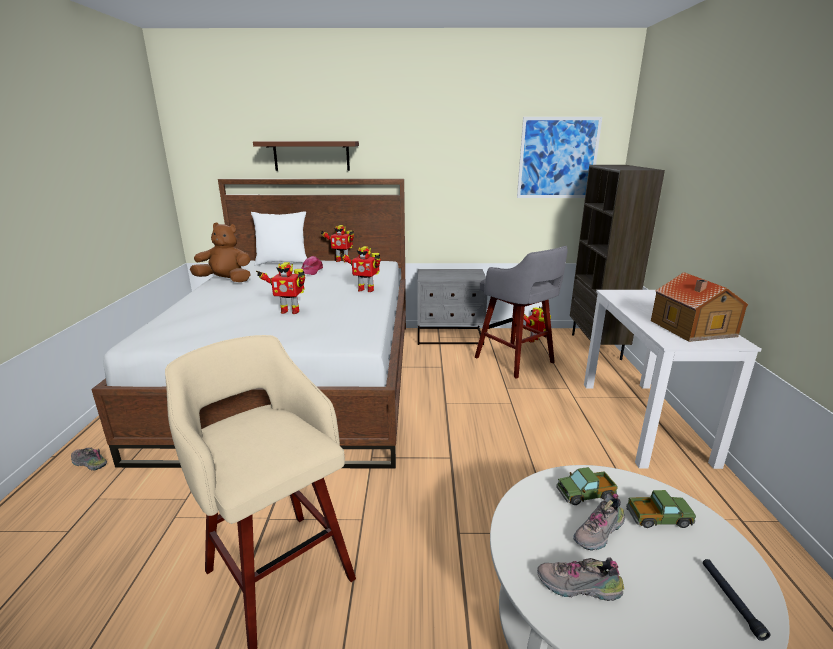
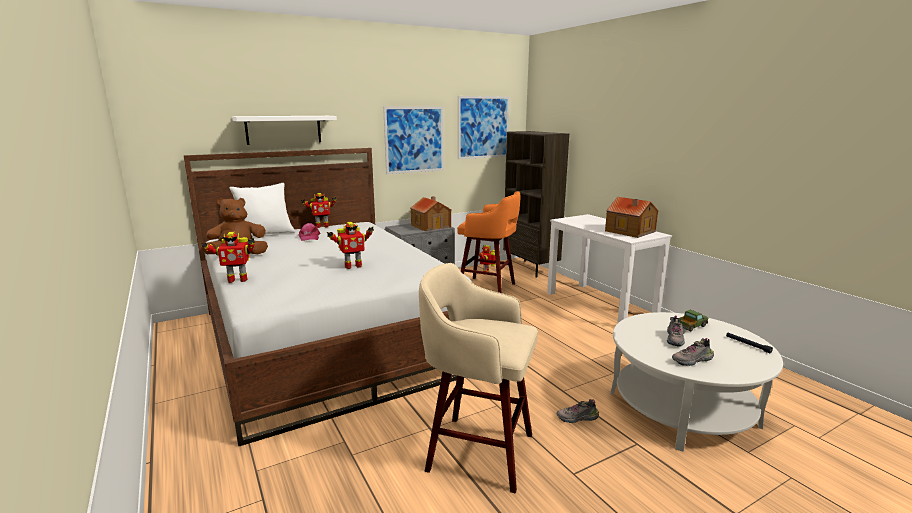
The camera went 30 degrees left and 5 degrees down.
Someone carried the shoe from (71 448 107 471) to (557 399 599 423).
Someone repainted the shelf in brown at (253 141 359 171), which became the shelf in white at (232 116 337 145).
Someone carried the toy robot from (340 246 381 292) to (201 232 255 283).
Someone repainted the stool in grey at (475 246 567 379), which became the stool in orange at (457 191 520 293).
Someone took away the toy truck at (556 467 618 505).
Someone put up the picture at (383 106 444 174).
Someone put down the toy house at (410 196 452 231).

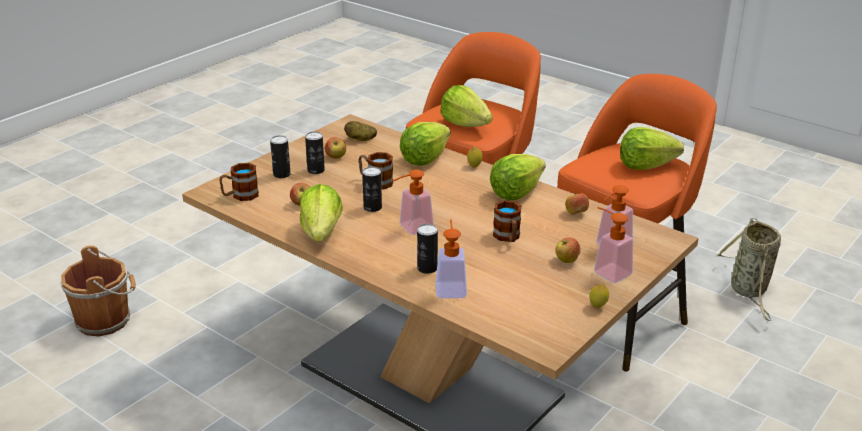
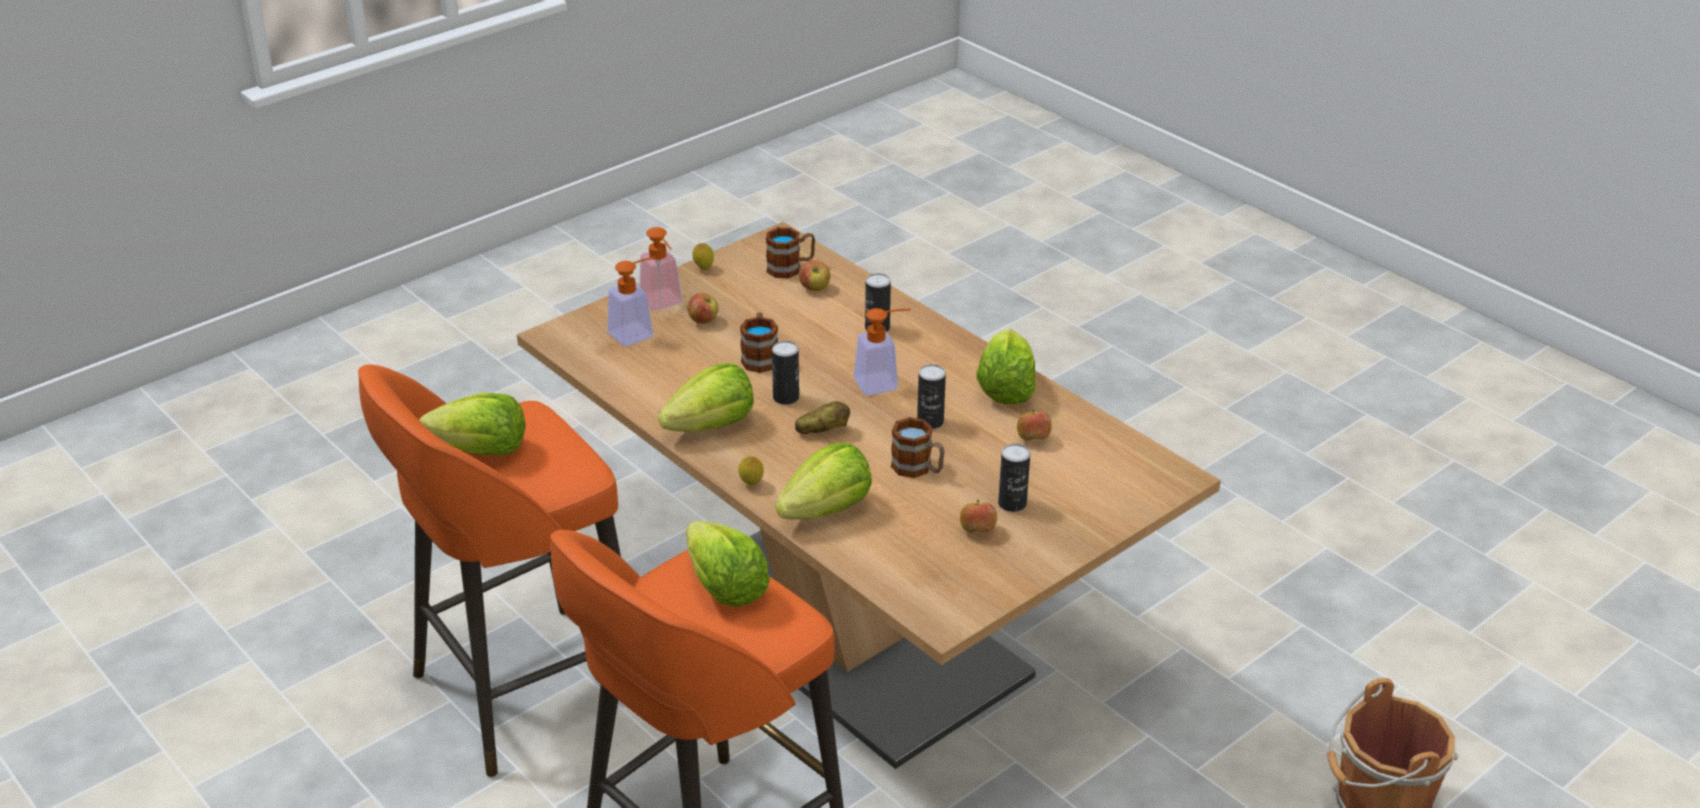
The camera went 170 degrees left and 5 degrees up.
Someone carried the mug from (219 163 259 201) to (766 227 815 278).
Someone carried the can from (270 135 291 178) to (772 341 799 405).
Someone carried the potato from (344 121 377 141) to (795 401 850 434).
Someone took away the soap dispenser at (436 219 467 298).
Someone carried the apple from (565 193 589 215) to (800 260 830 291).
Someone took away the basket at (715 218 781 321).

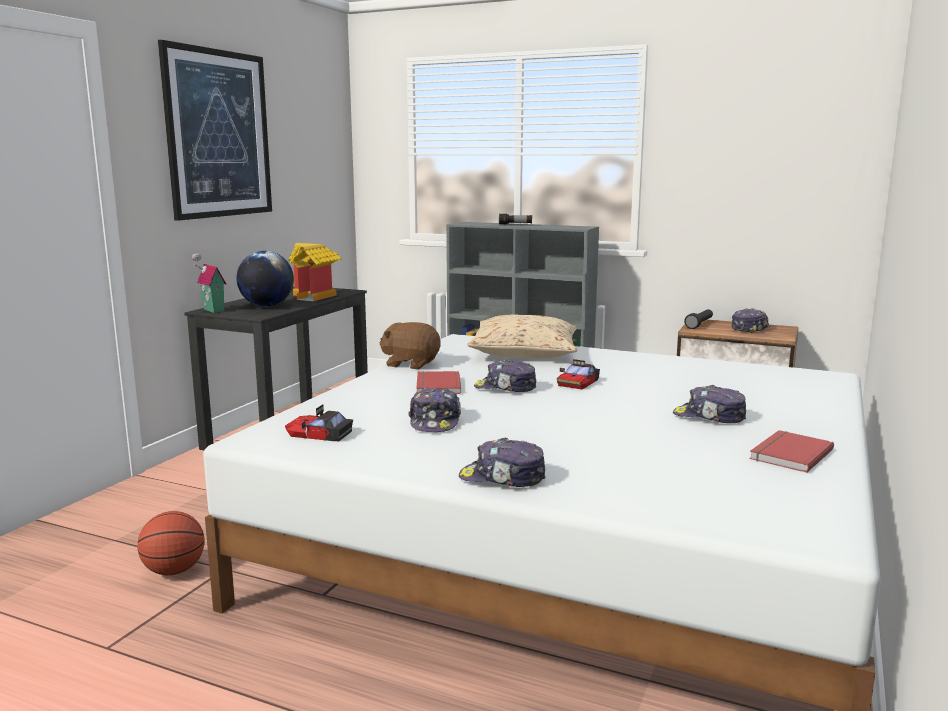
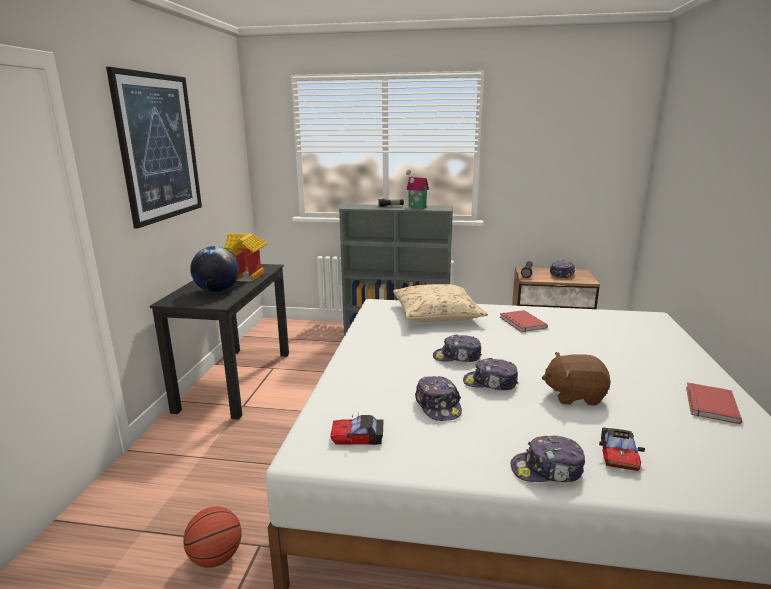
The camera went 15 degrees left and 5 degrees up.
Someone carried the toy house from (192 253 227 313) to (406 170 429 209).
Someone carried the plush toy in brown from (379 322 441 369) to (542 352 611 406).
Someone carried the book in red from (416 371 461 394) to (500 310 548 332).
Someone carried the toy car from (557 359 600 390) to (599 427 645 471).
Someone carried the cap from (673 385 746 423) to (463 358 518 390).

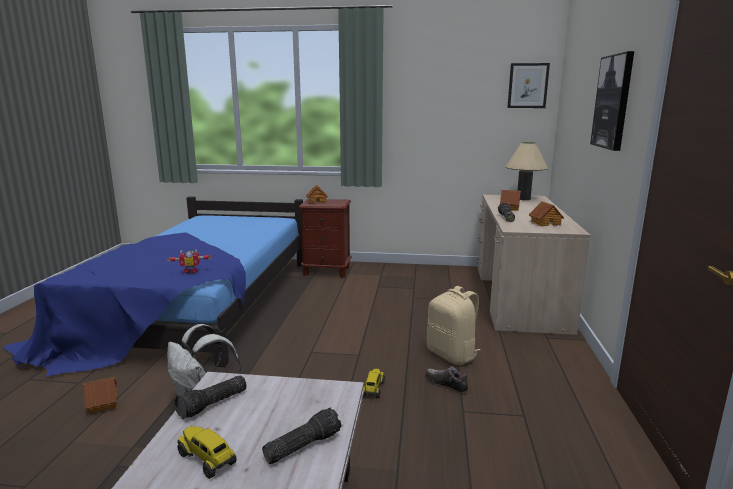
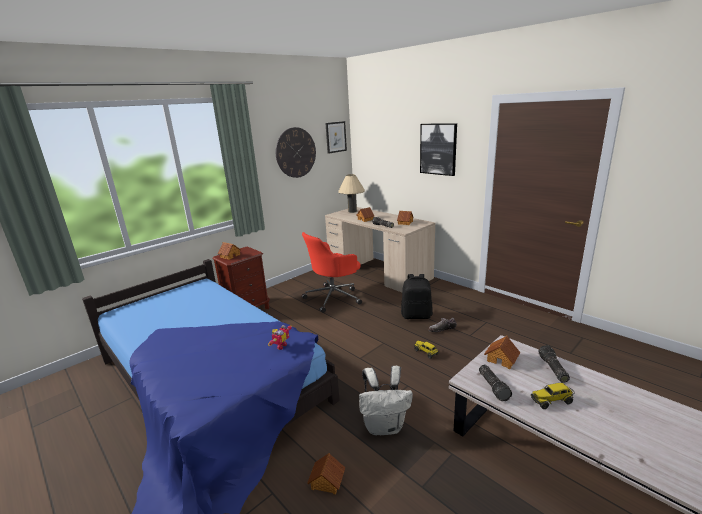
The camera went 50 degrees left and 5 degrees up.
Someone repainted the backpack in beige at (427 286 480 365), which became the backpack in black at (401 274 433 319).
Someone put up the wall clock at (276 127 316 178).
Someone put down the office chair in red at (302 232 362 313).
Someone put down the toy house at (484 336 520 369).

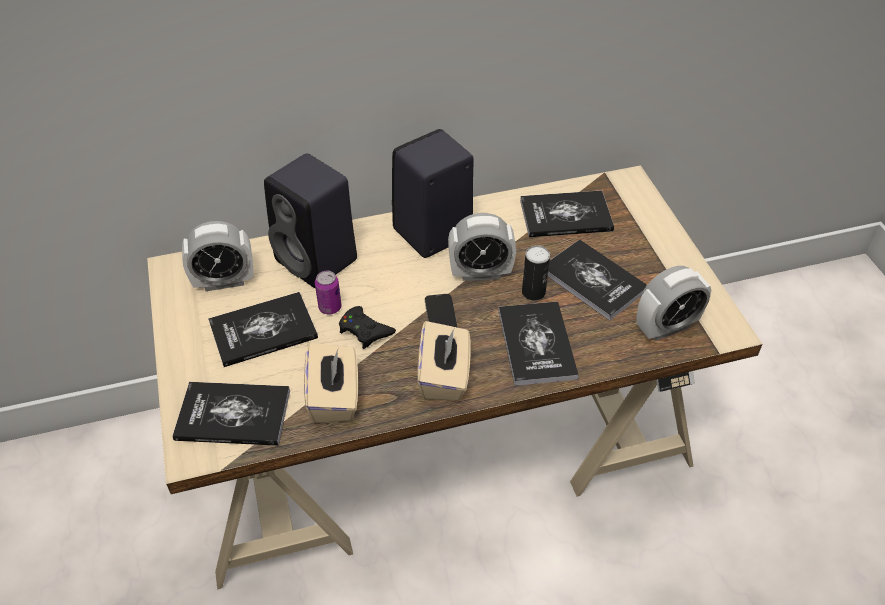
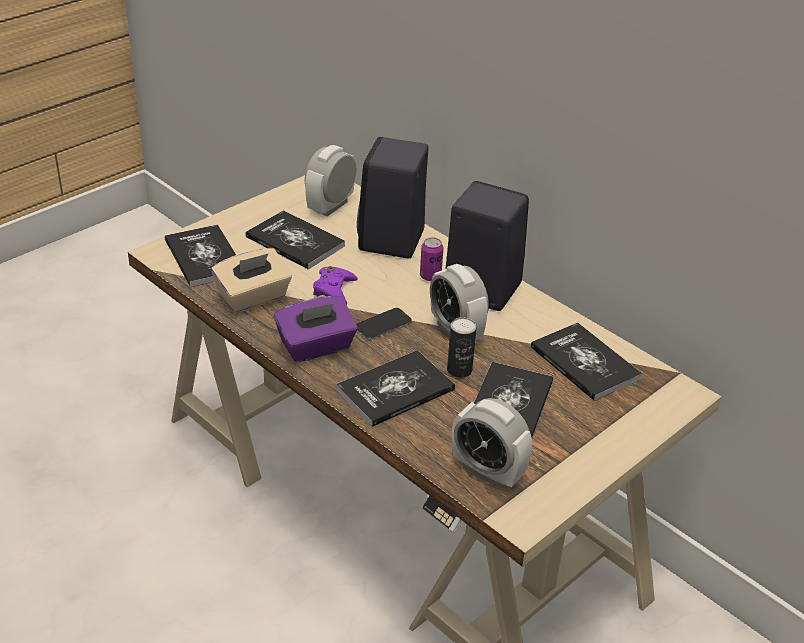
The camera went 60 degrees right and 10 degrees down.
Someone rotated the alarm clock at (182 221 253 291) by 75 degrees clockwise.
Someone carried the can from (315 271 341 315) to (420 237 443 281).
Someone repainted the game controller in black at (339 306 396 349), which became the game controller in purple at (313 266 358 305).
Someone repainted the tissue box in beige at (417 321 471 401), which became the tissue box in purple at (274 296 358 362).

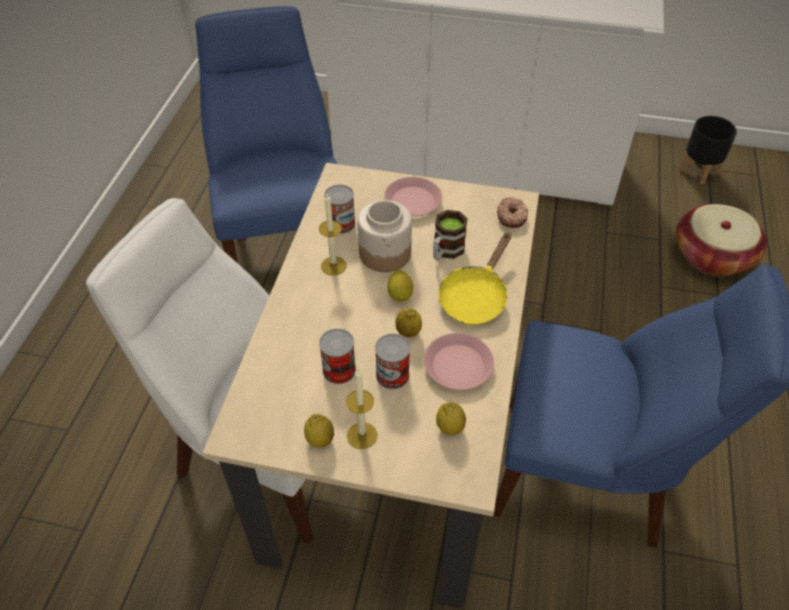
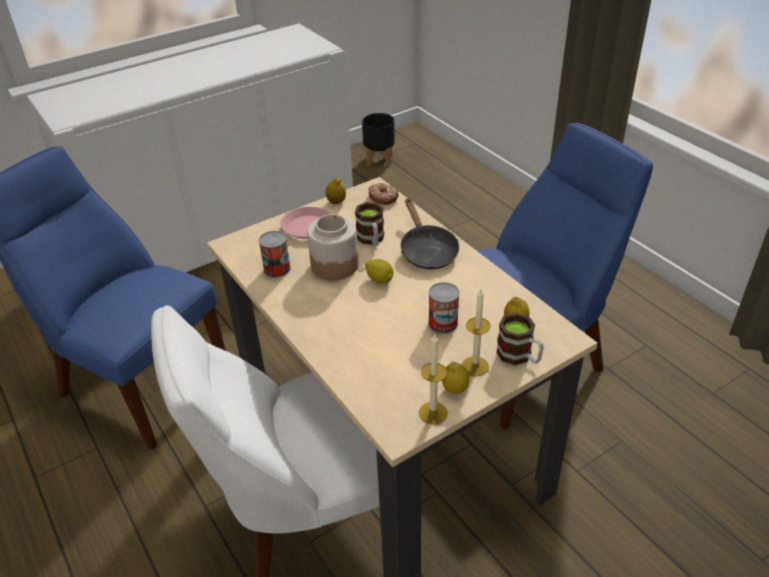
The camera went 45 degrees left and 10 degrees down.
Someone carried the candle from (319 194 347 276) to (419 335 448 425).
Someone took away the can at (319 329 356 384).
Someone carried the lemon from (396 308 422 337) to (326 178 346 204).
Someone took away the plate in pink at (424 333 494 390).
Someone repainted the frying pan in yellow at (438 232 511 325), which became the frying pan in black at (401 198 459 270).
Someone took away the basket at (676 204 767 276).
Someone put down the mug at (496 313 544 365).

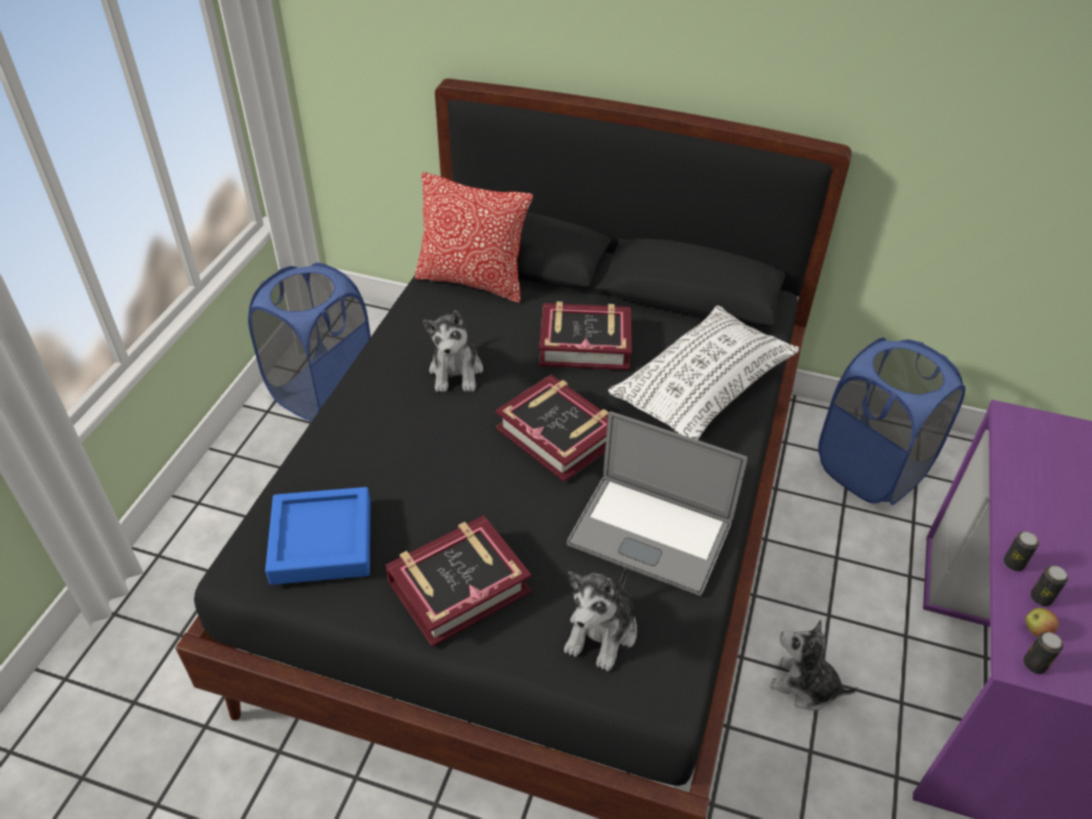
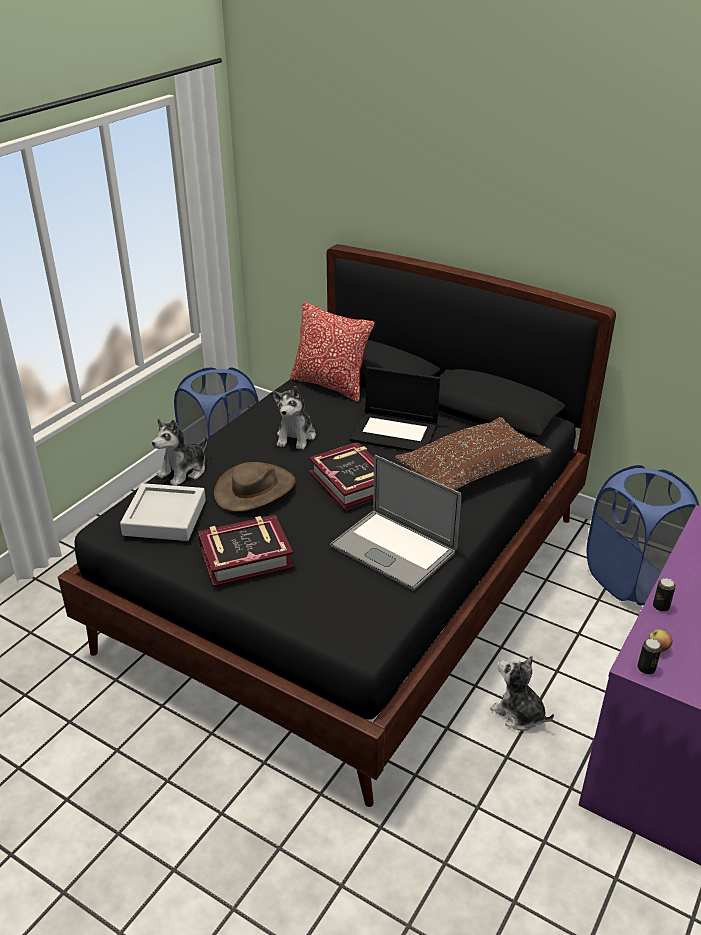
The camera went 15 degrees right and 10 degrees down.
Someone repainted the tray in blue at (265 487 370 585), which became the tray in grey at (120 483 206 541).
Someone swapped the book at (539 302 632 370) for the laptop at (350 366 440 452).
Someone carried the plush toy from (564 565 637 671) to (152 419 207 486).
Someone repainted the pillow in white at (608 306 799 440), which became the pillow in brown at (395 417 552 490).
Someone took away the can at (1030 566 1068 606).
Someone put down the hat in brown at (214 462 296 512).

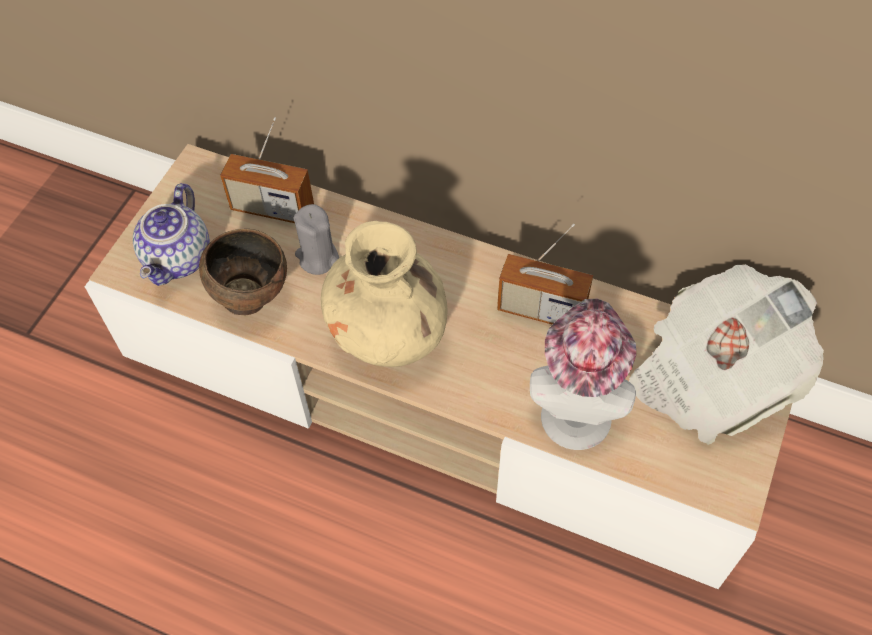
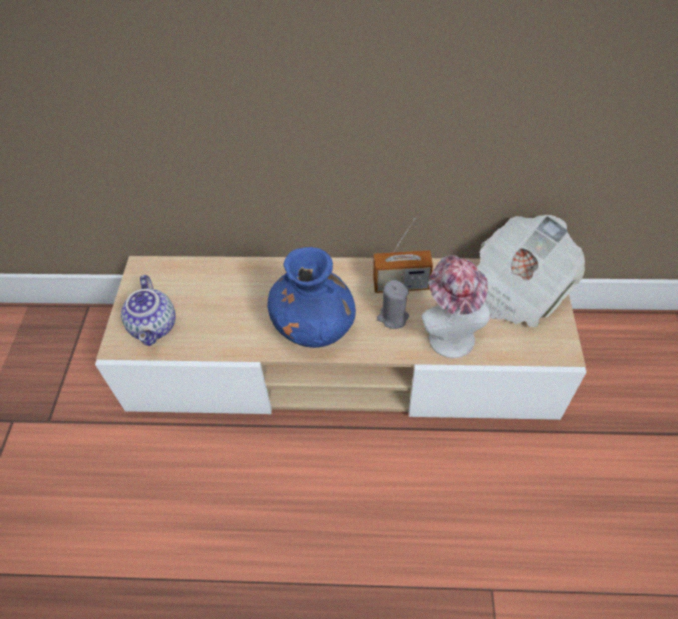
The camera went 20 degrees left and 5 degrees down.
Someone took away the bowl in brown at (199 229 287 316).
Someone took away the radio at (220 117 314 223).
Someone carried the candle in grey from (294 204 339 275) to (377 280 409 329).
Someone repainted the vase in beige at (320 221 447 367), which became the vase in blue at (267 247 356 348).

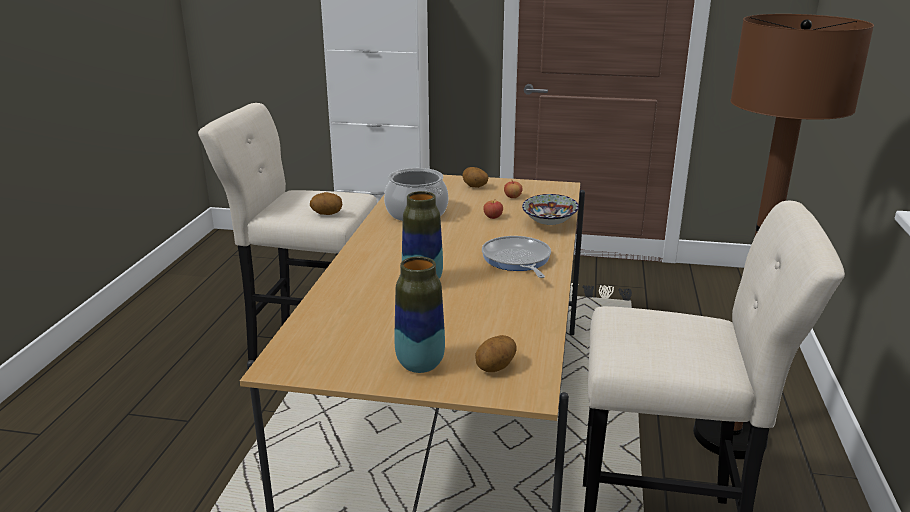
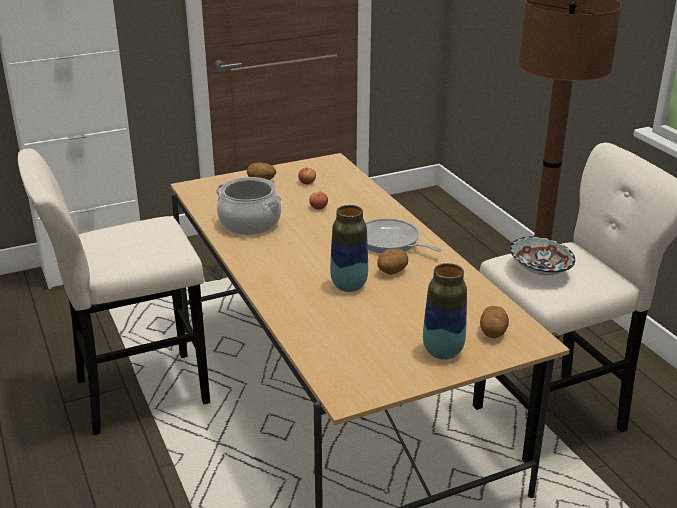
The camera went 35 degrees left and 5 degrees up.
Someone carried the potato from (310 192 342 215) to (377 248 408 275).
Someone carried the bowl from (522 194 579 225) to (510 236 575 275).

